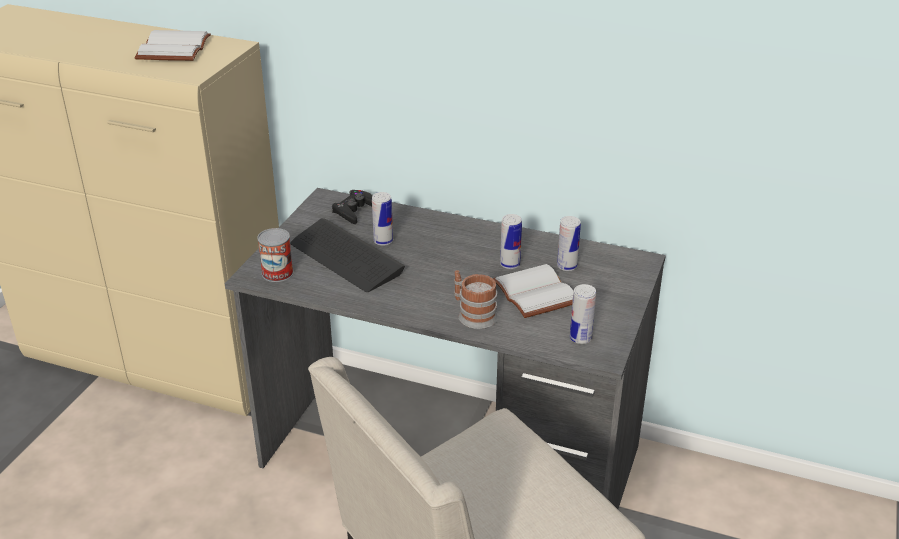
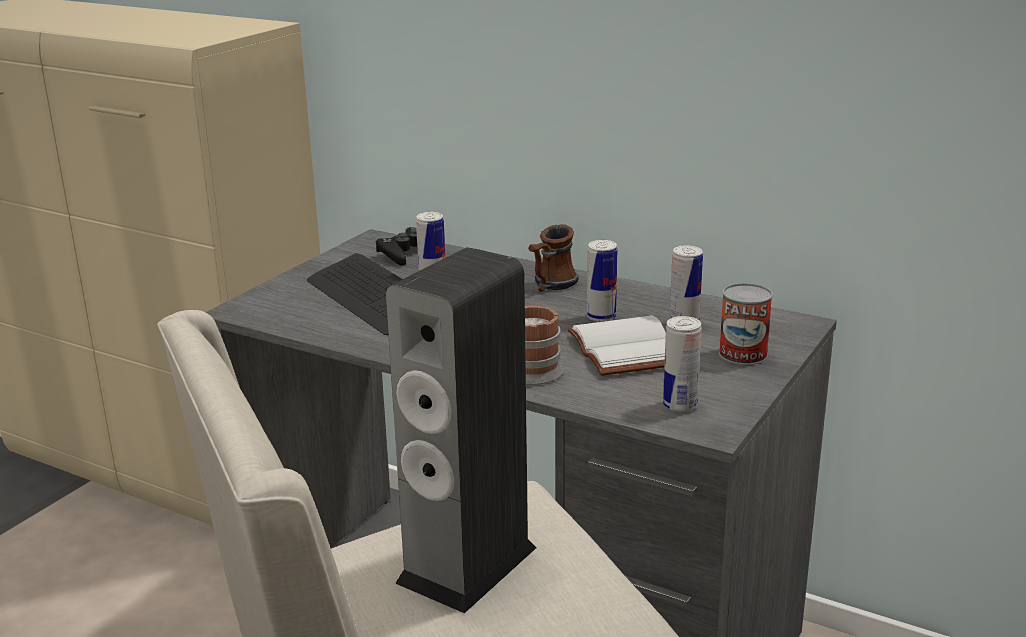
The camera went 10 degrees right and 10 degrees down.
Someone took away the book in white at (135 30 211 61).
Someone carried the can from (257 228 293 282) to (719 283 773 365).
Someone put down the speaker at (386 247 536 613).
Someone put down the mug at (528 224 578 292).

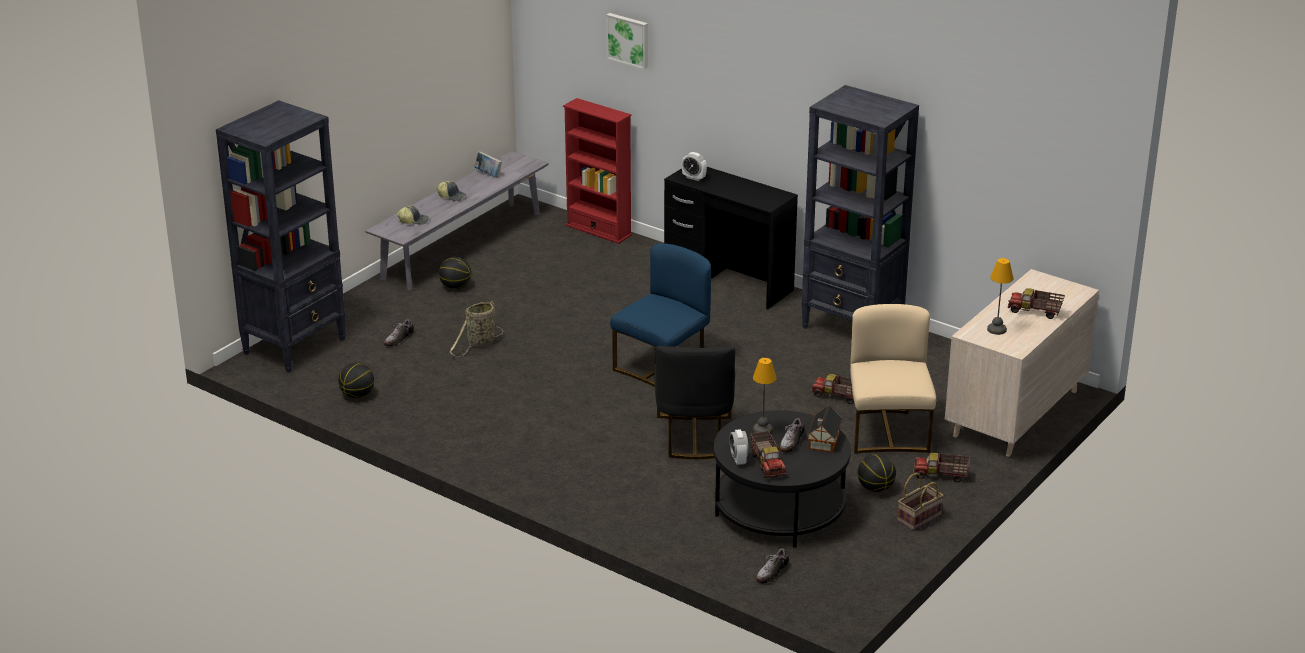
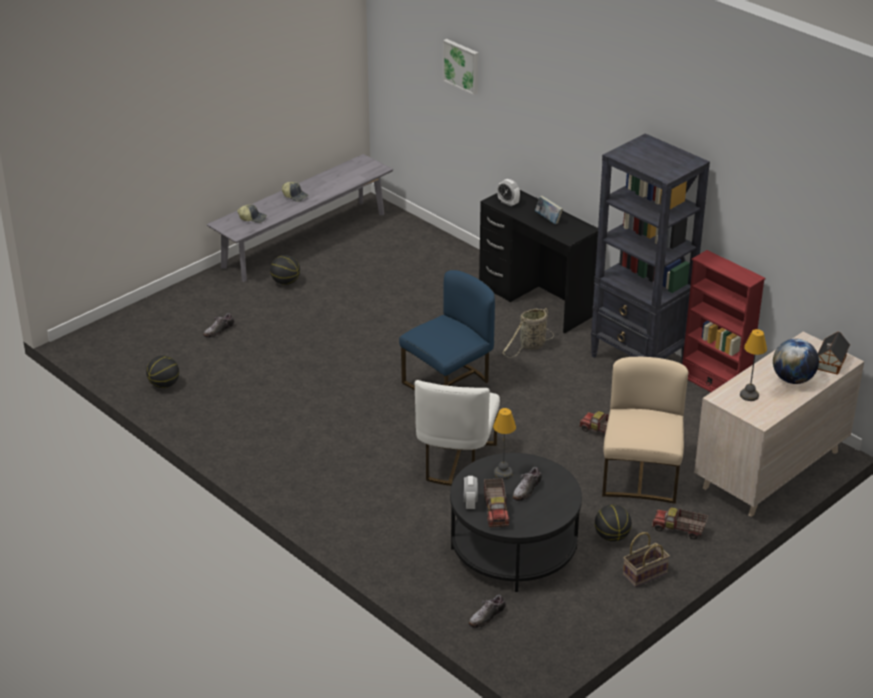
The camera went 10 degrees right and 5 degrees up.
Someone took away the bookcase in black at (216 100 346 373).
Someone carried the basket from (450 301 503 357) to (502 308 554 358).
Someone carried the book from (475 151 502 178) to (535 196 563 224).
Someone carried the bookcase in red from (563 98 632 244) to (682 250 766 392).
Someone repainted the chair in black at (654 346 735 459), which became the chair in white at (415 380 500 486).
Someone carried the toy house from (807 406 842 452) to (818 332 850 375).
Someone swapped the toy truck at (1008 288 1065 319) for the globe at (773 339 819 384).

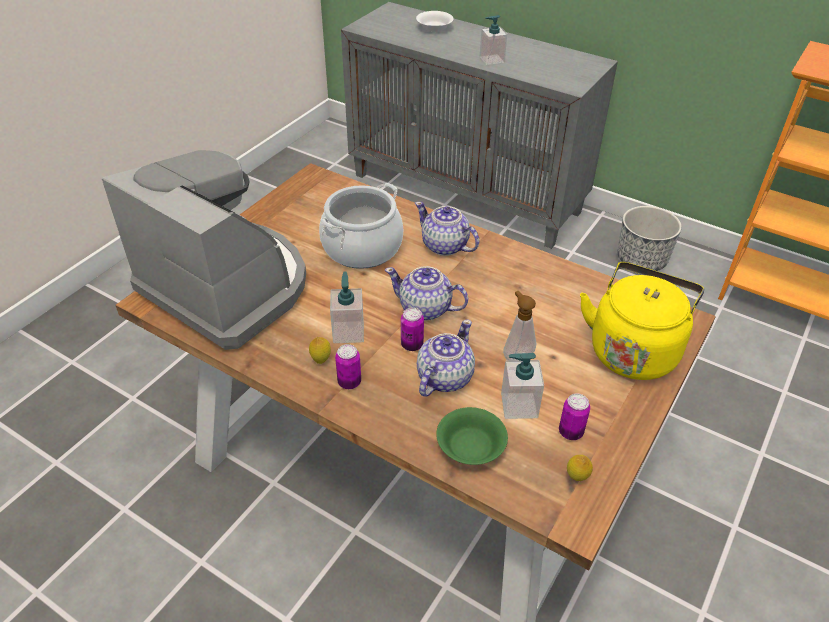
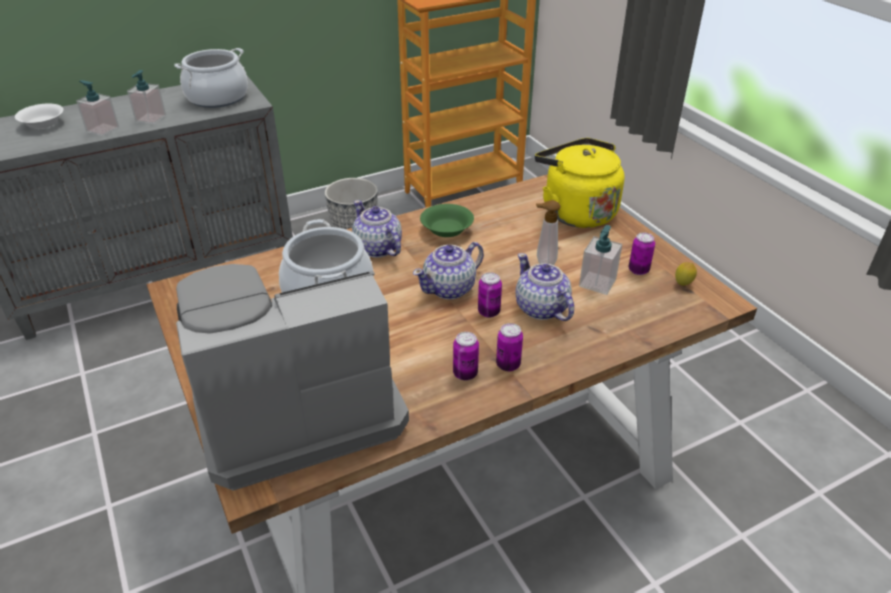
The camera went 60 degrees left and 5 degrees down.
Someone swapped the lemon at (309 337 331 364) for the can at (453 332 479 380).
Someone carried the soap dispenser from (330 271 364 343) to (76 80 119 136).
Someone rotated the teapot at (415 202 479 256) by 75 degrees clockwise.
Someone carried the bowl in green from (436 407 508 465) to (420 204 474 237).
Someone put down the cooking pot at (174 48 248 108).

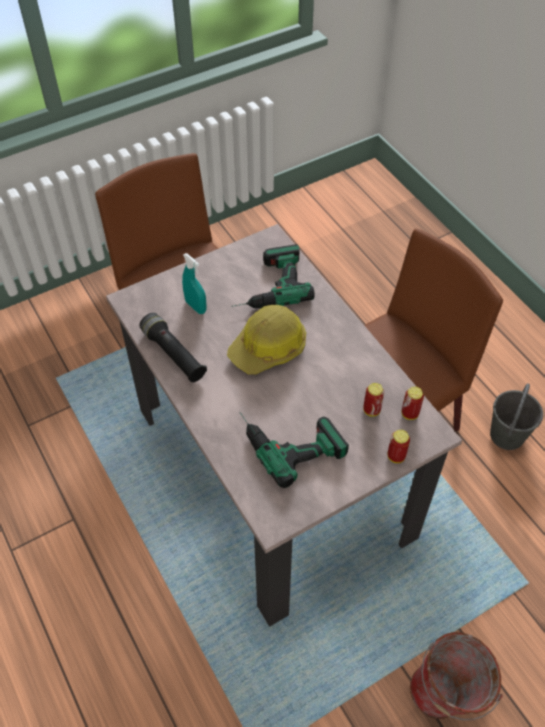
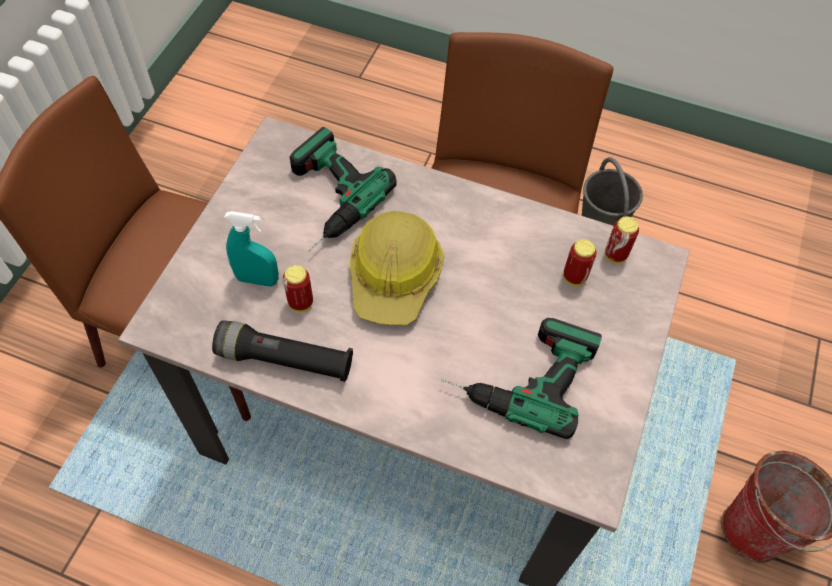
The camera went 40 degrees left and 5 degrees up.
Someone carried the can from (388 430 410 463) to (283 265 313 312).

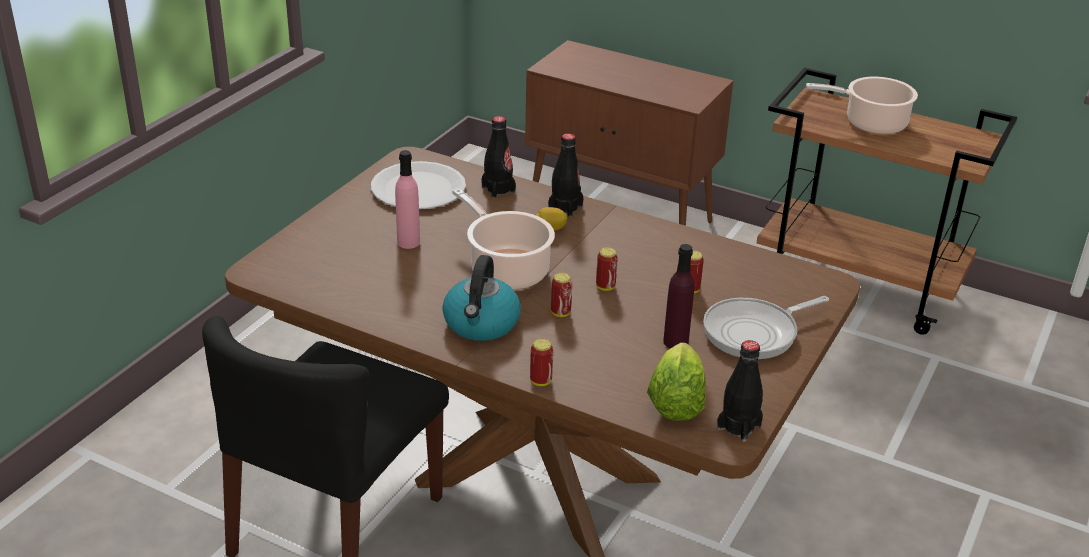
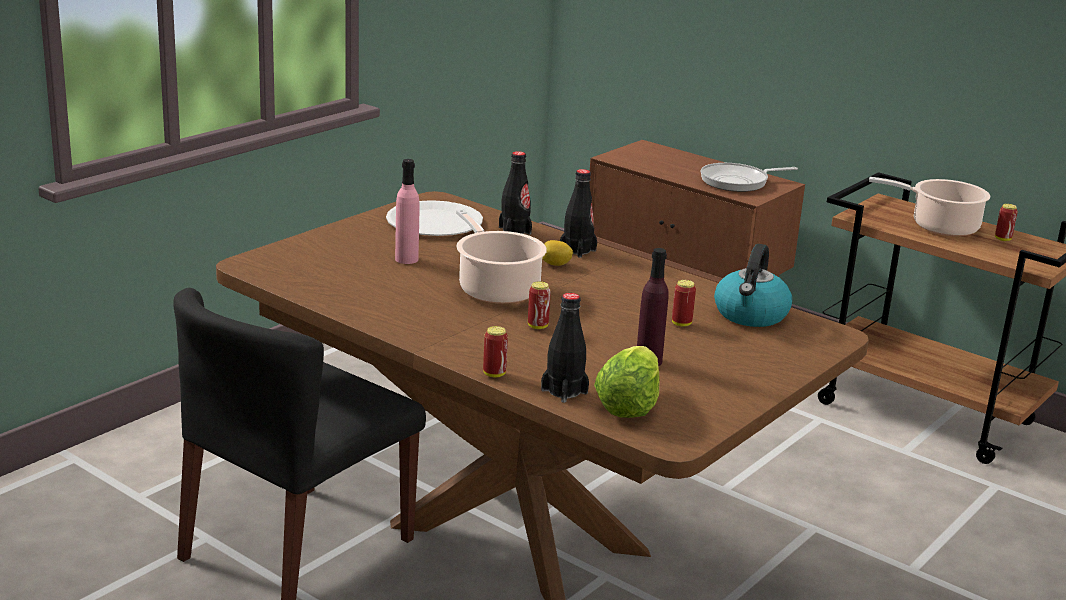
The camera went 10 degrees right and 10 degrees down.
Someone carried the kettle from (442 255 521 341) to (714 244 792 327).
Someone carried the can from (596 247 618 291) to (995 204 1018 241).
Someone carried the frying pan from (703 296 829 359) to (700 163 798 192).
Someone carried the bottle in black from (717 340 763 442) to (541 293 589 403).

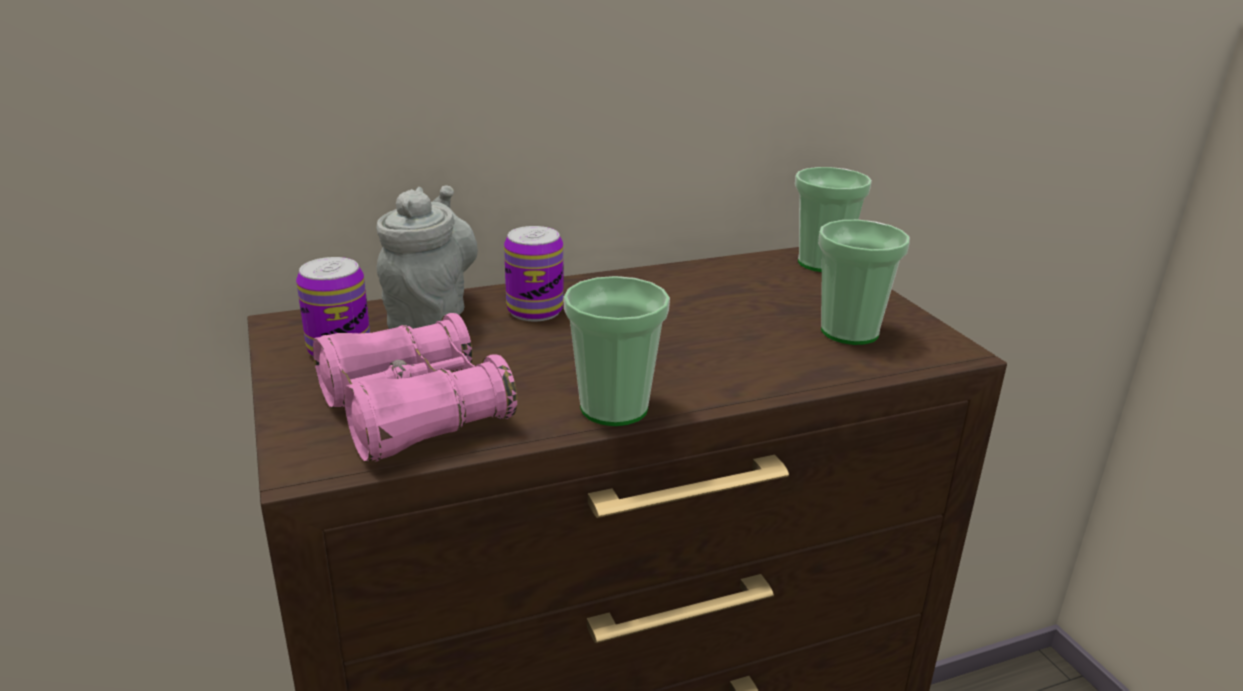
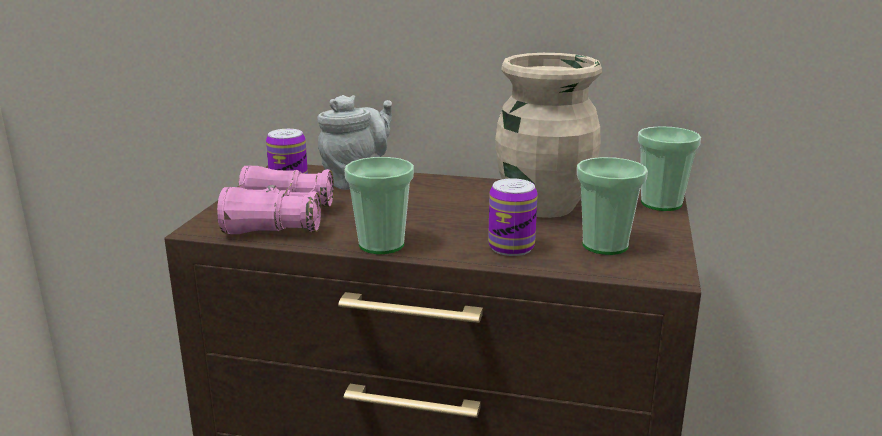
The camera went 35 degrees right and 5 degrees down.
Someone carried the can from (504 226 564 321) to (488 178 538 256).
Someone put down the vase in beige at (495 53 602 218).

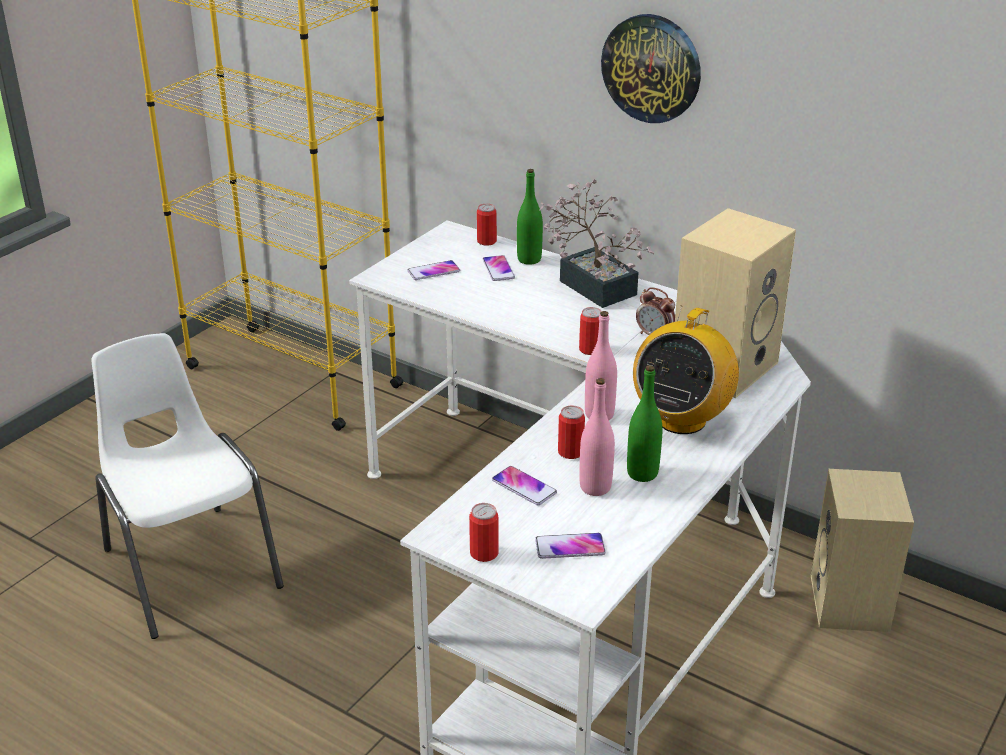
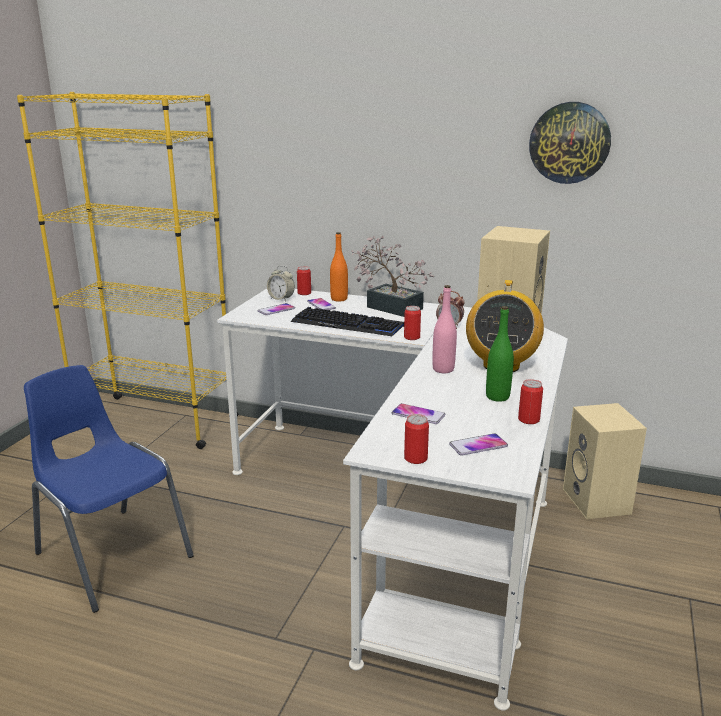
The camera went 15 degrees left and 10 degrees down.
Someone repainted the chair in white at (92 333 284 639), which became the chair in blue at (24 365 194 613).
Someone repainted the bottle in green at (517 169 543 265), which became the bottle in orange at (330 232 348 302).
Someone carried the can from (558 405 585 459) to (518 379 543 424).
Someone took away the bottle in pink at (579 378 615 496).
Someone carried the wall clock from (601 14 701 123) to (529 102 611 184).
Someone put down the alarm clock at (267 265 295 301).
Someone put down the keyboard at (291 307 404 336).

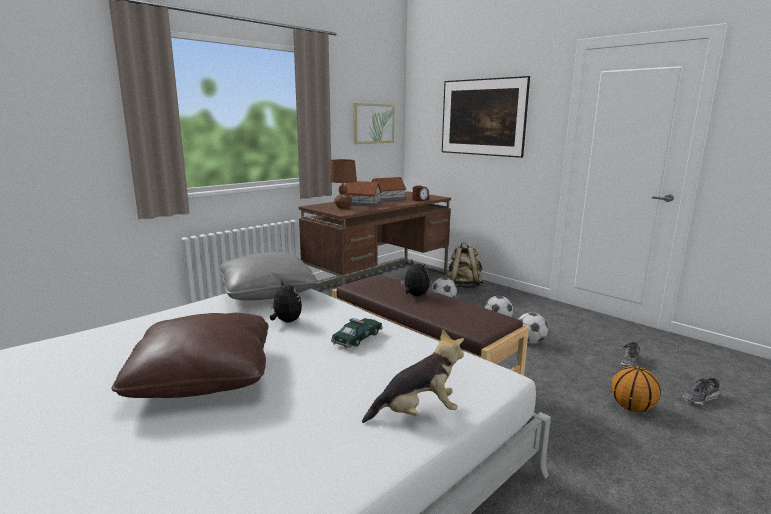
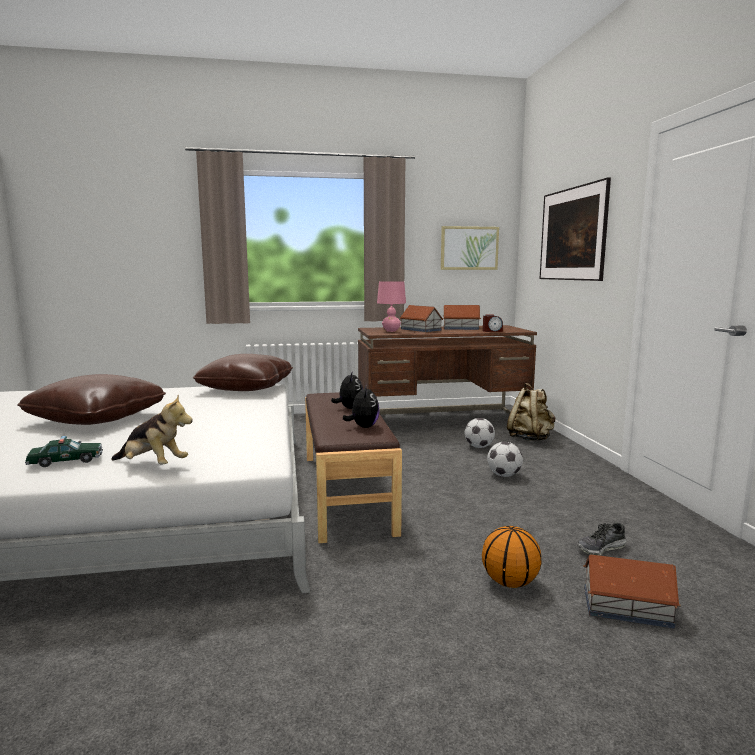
The camera went 35 degrees right and 5 degrees down.
Someone repainted the pillow in grey at (219 252 318 300), which became the pillow in brown at (193 354 293 391).
Someone carried the plush toy from (270 279 302 323) to (343 384 380 428).
Someone repainted the table lamp in brown at (329 159 357 209), which became the table lamp in pink at (377 281 406 332).
Someone carried the toy car from (331 318 383 349) to (25 436 103 467).
Someone took away the football at (518 312 548 344).
Someone swapped the shoe at (682 376 719 406) for the toy house at (583 555 680 628).

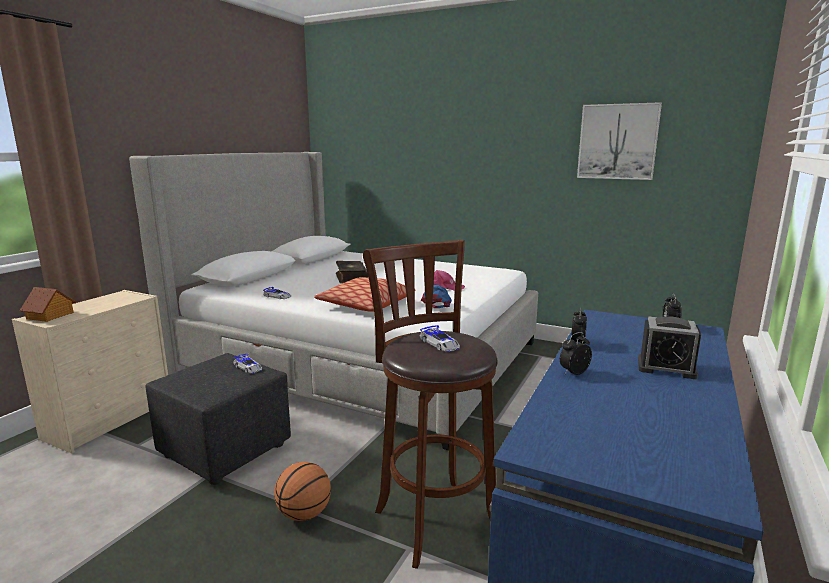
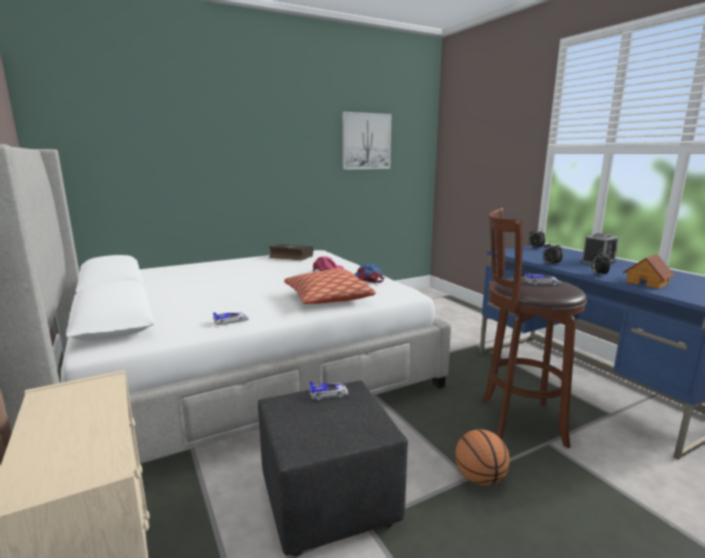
The camera went 55 degrees left and 0 degrees up.
Someone carried the toy house from (19 287 77 322) to (623 254 674 289).
Someone carried the book from (336 261 369 283) to (269 244 313 260).

